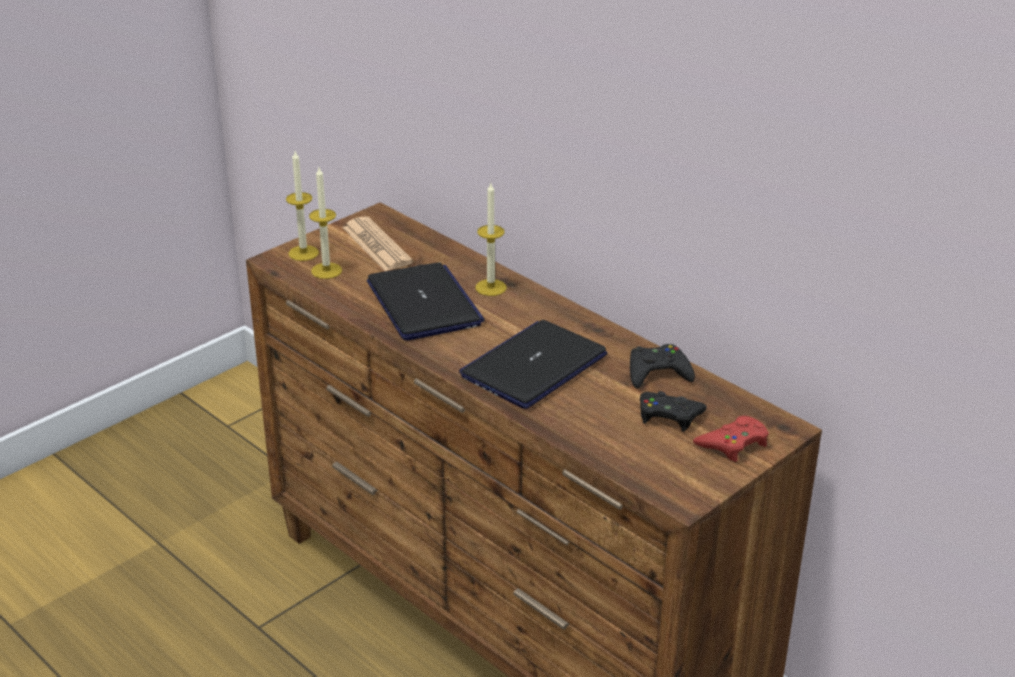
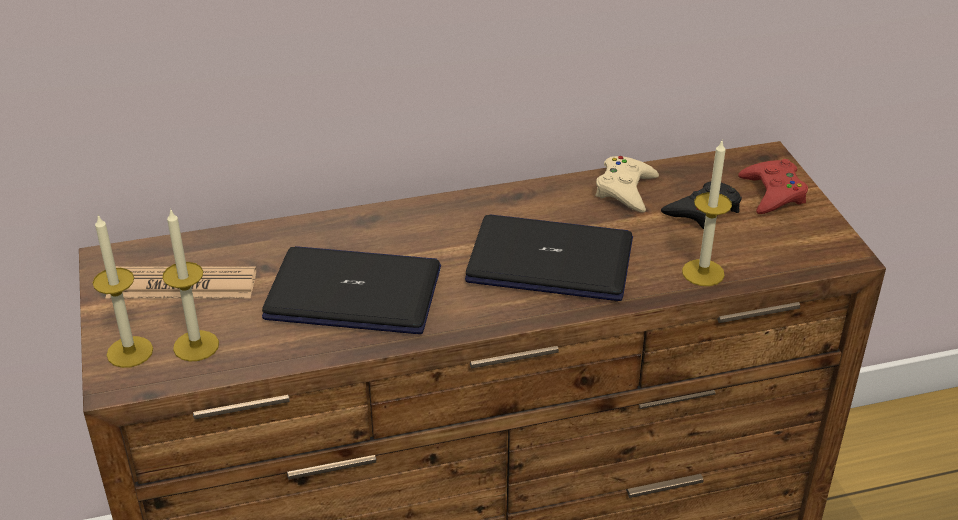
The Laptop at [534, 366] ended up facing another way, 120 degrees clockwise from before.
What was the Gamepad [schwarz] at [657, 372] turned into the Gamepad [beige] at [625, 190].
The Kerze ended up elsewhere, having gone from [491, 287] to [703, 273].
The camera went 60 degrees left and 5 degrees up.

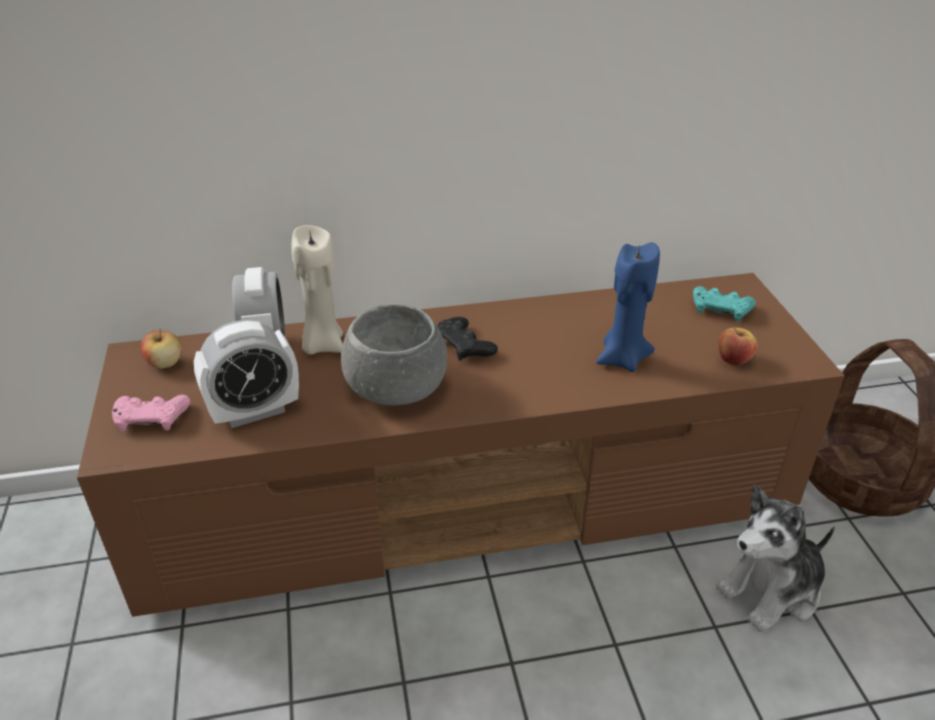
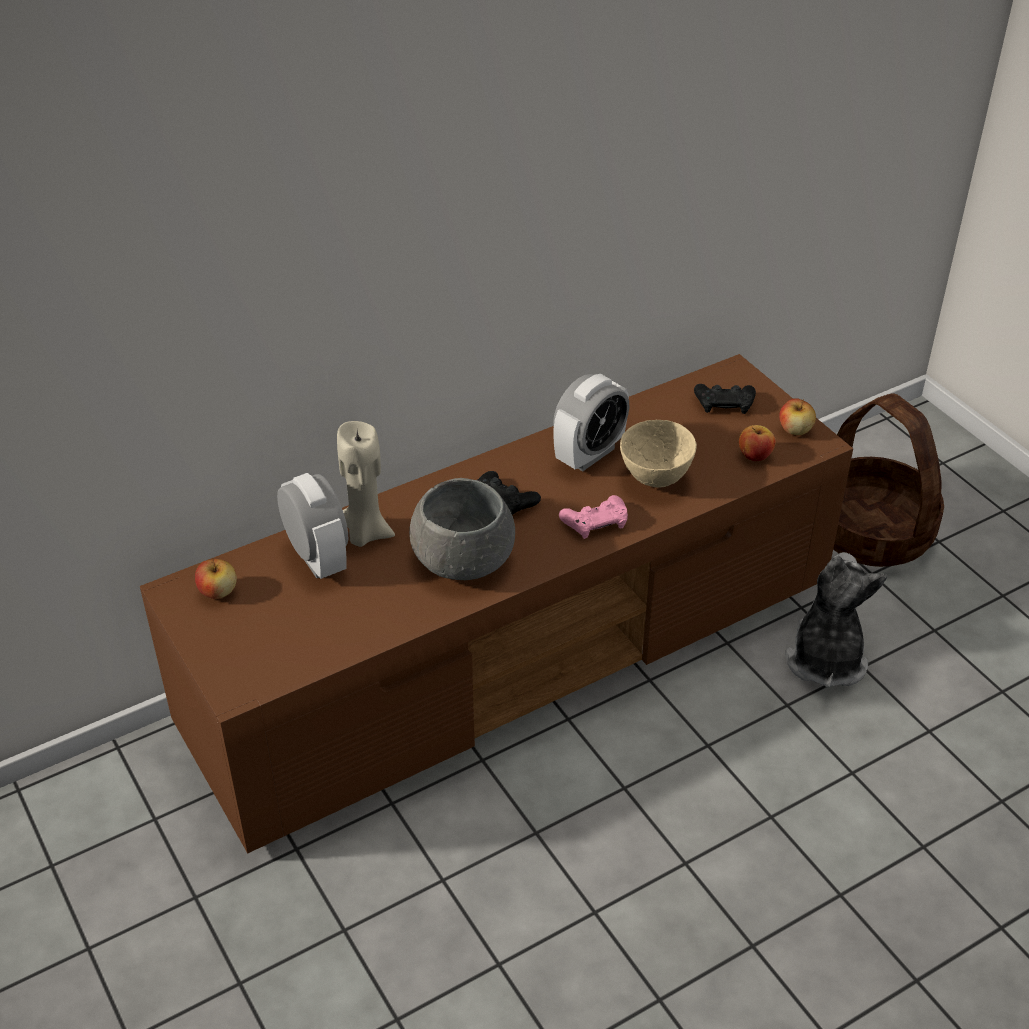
The Wecker ended up elsewhere, having gone from [255, 411] to [589, 454].
The Gamepad [rosa] ended up elsewhere, having gone from [151, 418] to [595, 522].
Where the Kerze [blau] stood at [622, 359], the Schüssel [beige] came to stand at [657, 478].
What was the Gamepad [türkis] at [720, 309] turned into the Gamepad [schwarz] at [724, 403].
The second view gained the Apfel at [795, 430].
The Plüschtier at [772, 590] ended up facing another way, 150 degrees clockwise from before.
The camera went 20 degrees left and 5 degrees up.

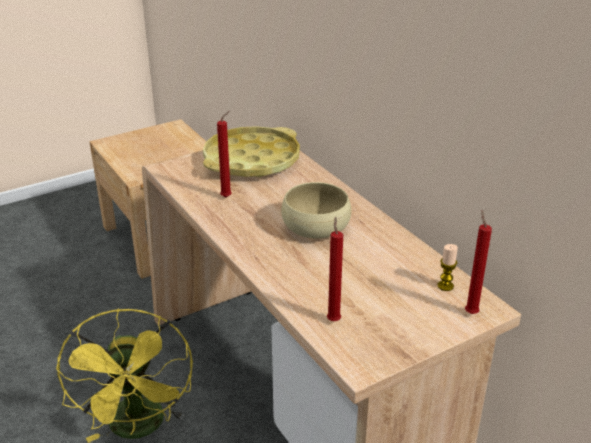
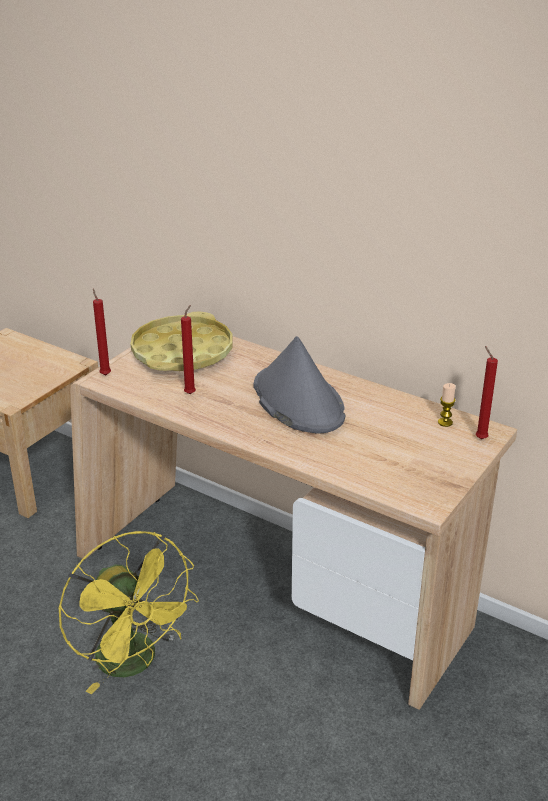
The Kerze [rot] ended up elsewhere, having gone from [333, 319] to [105, 374].
Where the Schüssel [beige] stood at [315, 227], the Hut [grau] came to stand at [297, 401].
The camera went 25 degrees left and 0 degrees up.

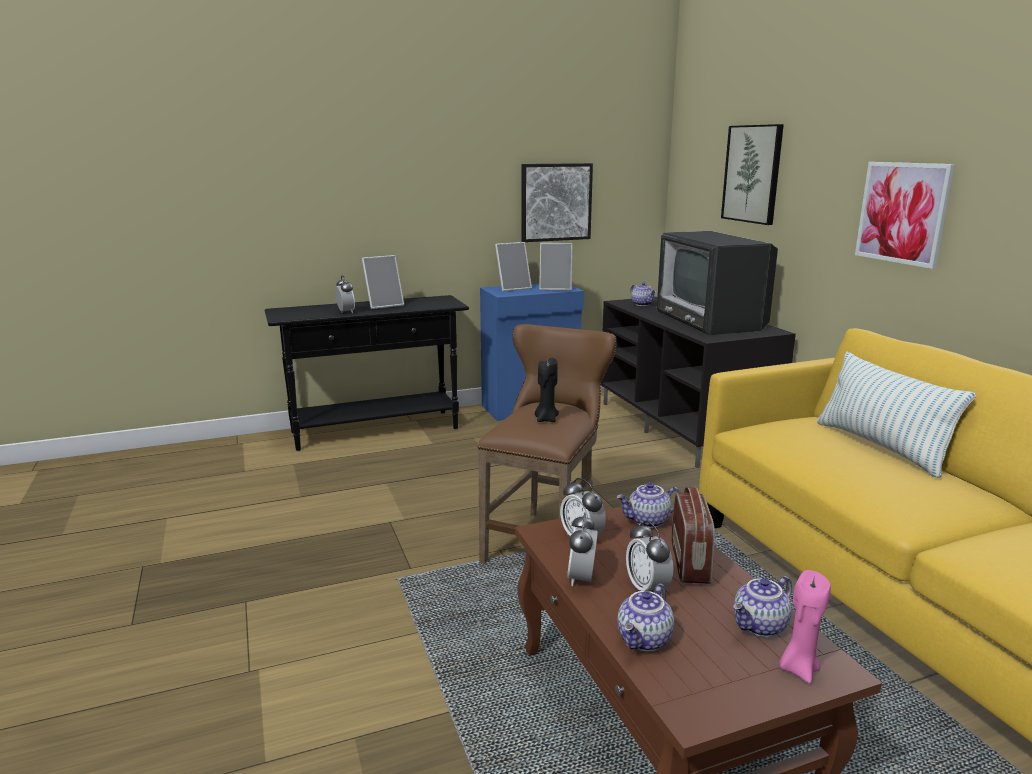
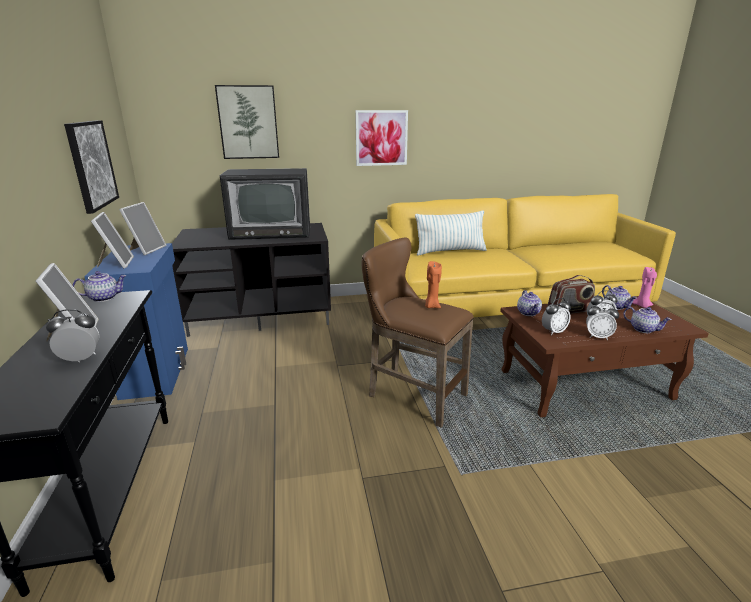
The Teekanne ended up elsewhere, having gone from [643, 304] to [104, 298].
What was the Kerze [schwarz] at [546, 419] turned into the Kerze [orange] at [431, 306].
The Radio at [690, 563] ended up facing another way, 150 degrees clockwise from before.
The camera went 80 degrees left and 5 degrees up.

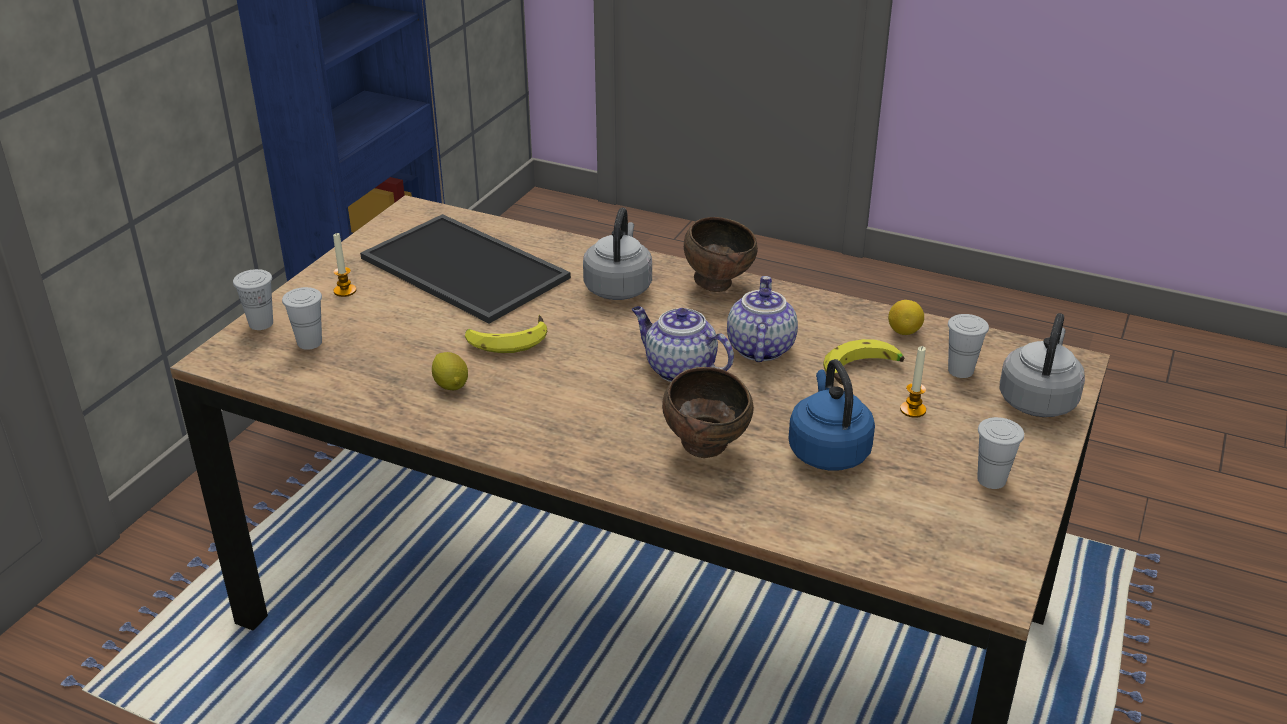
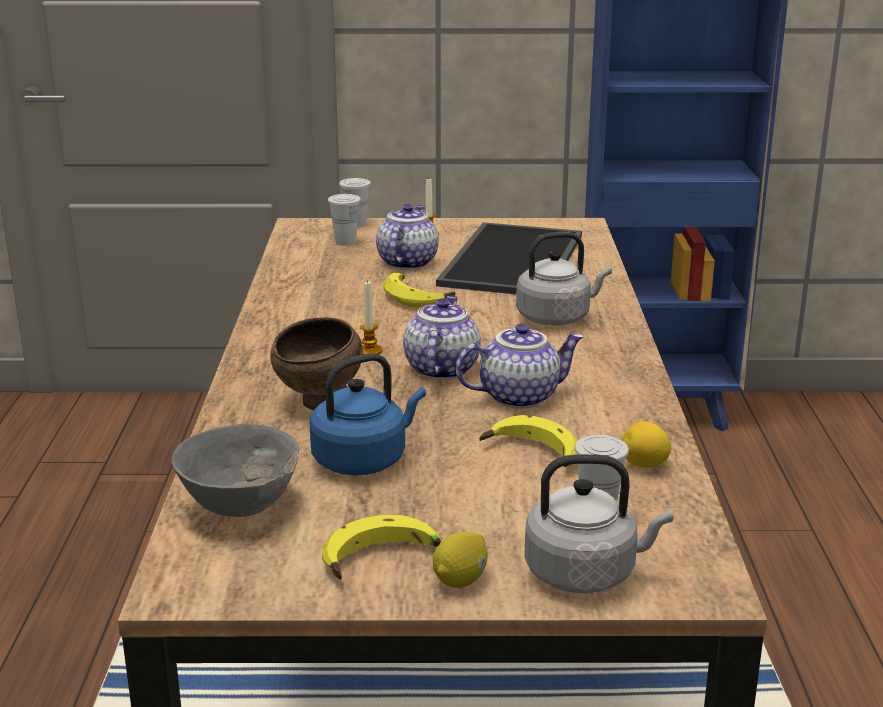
The second view gained the Schüssel [grau] at [241, 508].
Where the Tasse [weiß] stood at [991, 480], the Banane came to stand at [381, 562].
The Kerze ended up elsewhere, having gone from [913, 410] to [369, 351].
The second view gained the Teekanne at [407, 262].
The Zitrone ended up elsewhere, having gone from [451, 385] to [461, 580].
The second view lost the Schüssel [braun] at [718, 285].
The camera went 65 degrees right and 10 degrees down.

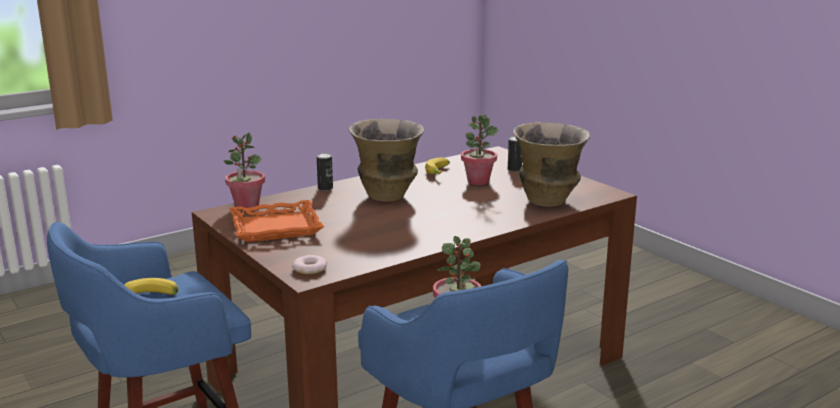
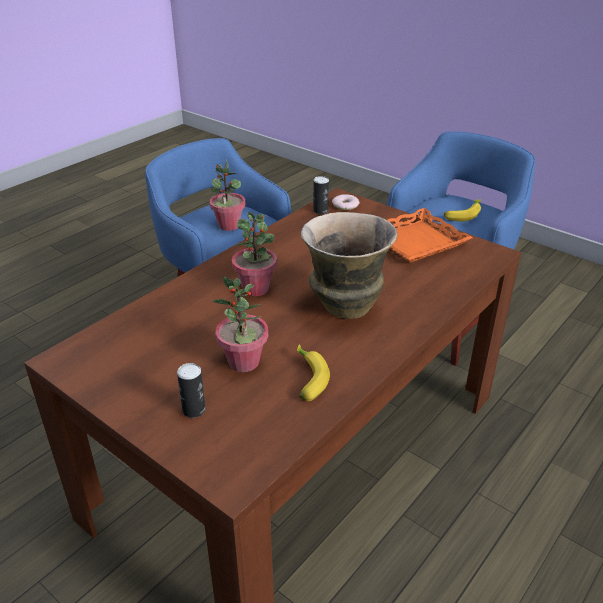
The Topfpflanze ended up elsewhere, having gone from [246, 206] to [256, 288].
The Dose ended up elsewhere, having gone from [325, 188] to [320, 211].
The second view lost the Vase at [548, 201].
The camera went 165 degrees right and 15 degrees up.

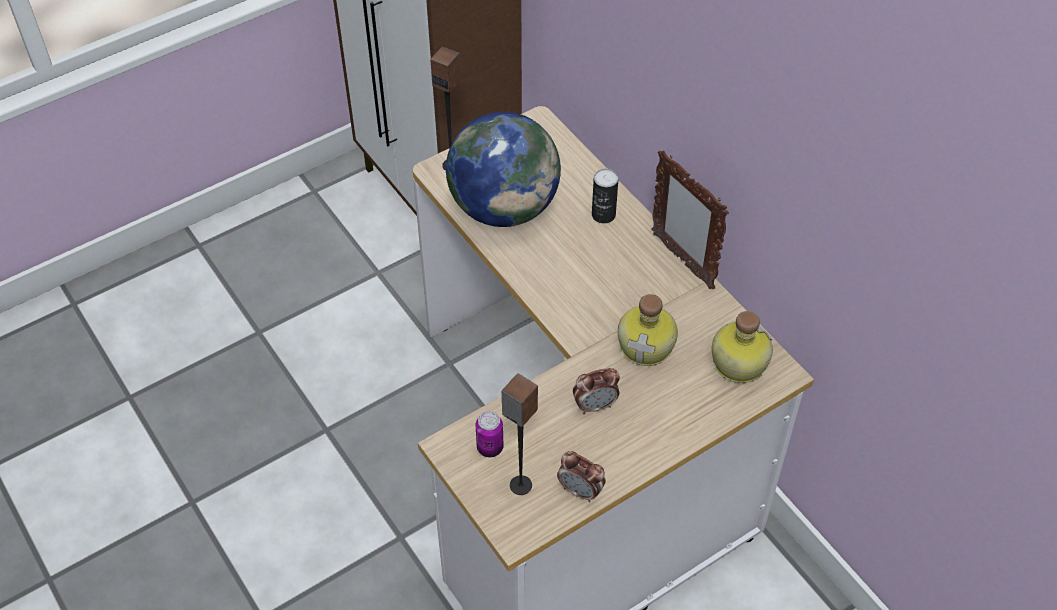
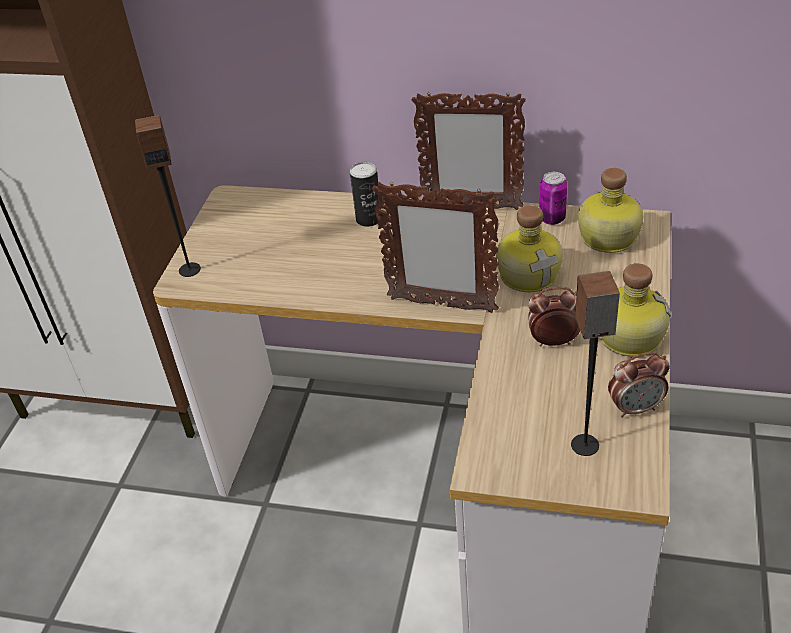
The second view gained the Bilderrahmen at [441, 305].
The Wecker at [595, 405] ended up facing another way, 120 degrees counterclockwise from before.
The Dose ended up elsewhere, having gone from [490, 448] to [552, 219].
The second view gained the Flasche at [628, 335].
The second view lost the Globus at [504, 207].
The camera went 40 degrees left and 10 degrees down.

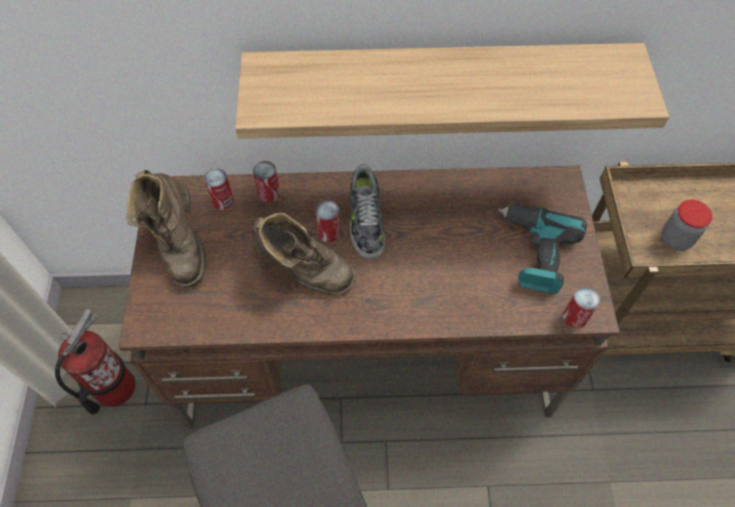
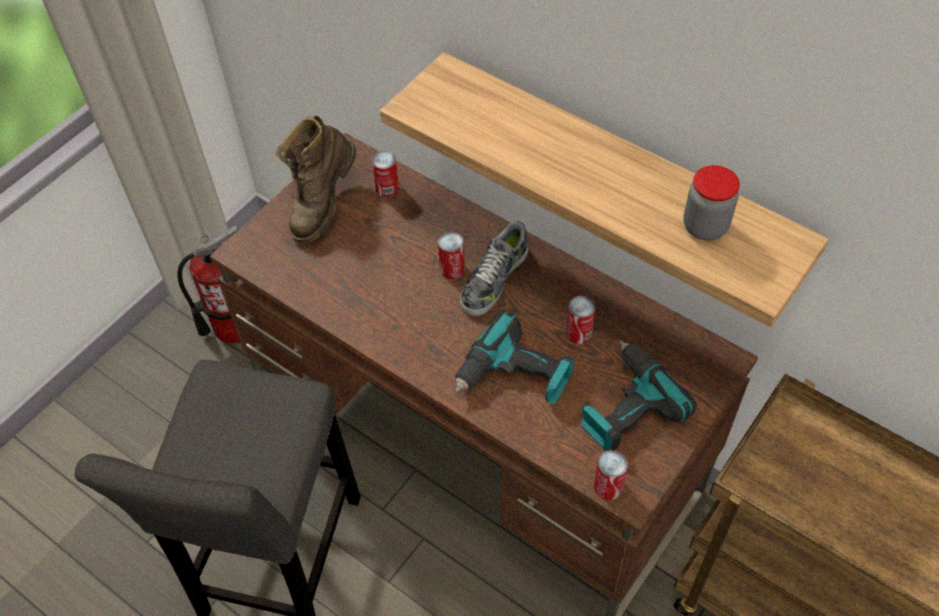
The second view gained the Bohrmaschine at [514, 376].
The Dose ended up elsewhere, having gone from [269, 193] to [578, 333].
The Vorratsglas ended up elsewhere, having gone from [675, 239] to [705, 226].
The second view lost the Stiefel [braun] at [303, 271].
The camera went 40 degrees right and 5 degrees down.

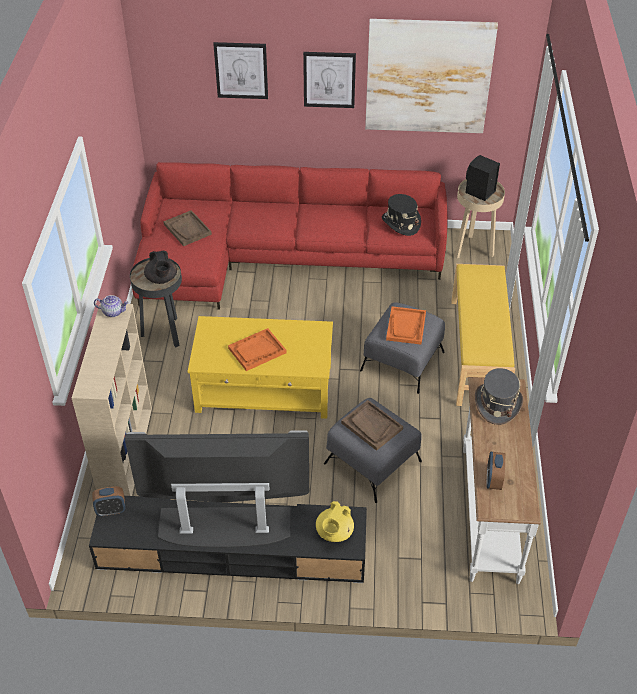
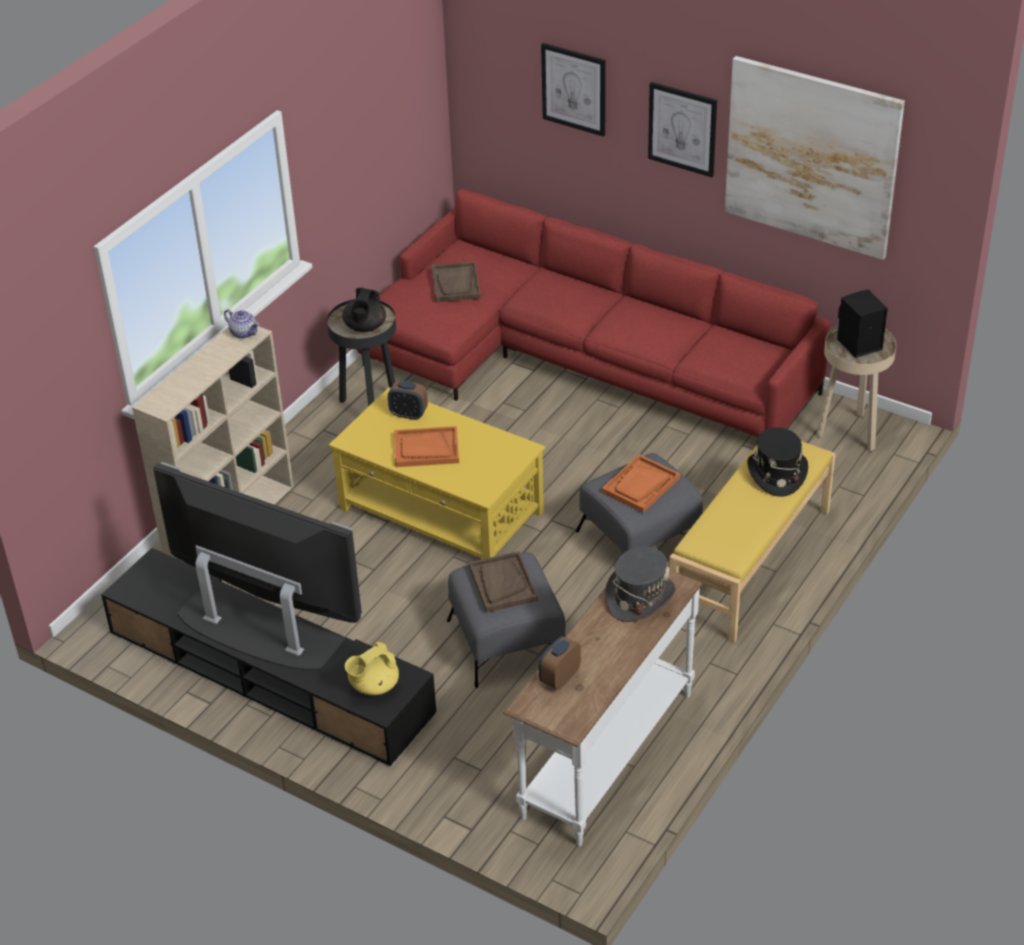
The Wecker ended up elsewhere, having gone from [111, 510] to [408, 414].
The Hut [schwarz] ended up elsewhere, having gone from [400, 223] to [776, 474].
The camera went 30 degrees right and 5 degrees down.

